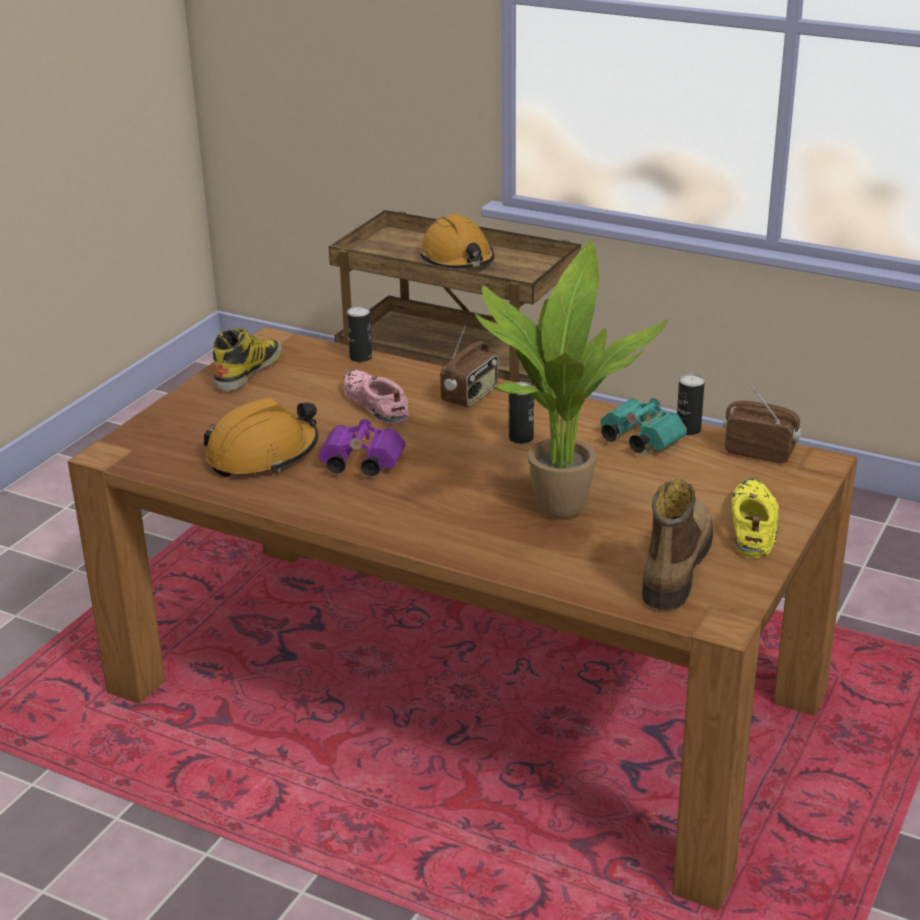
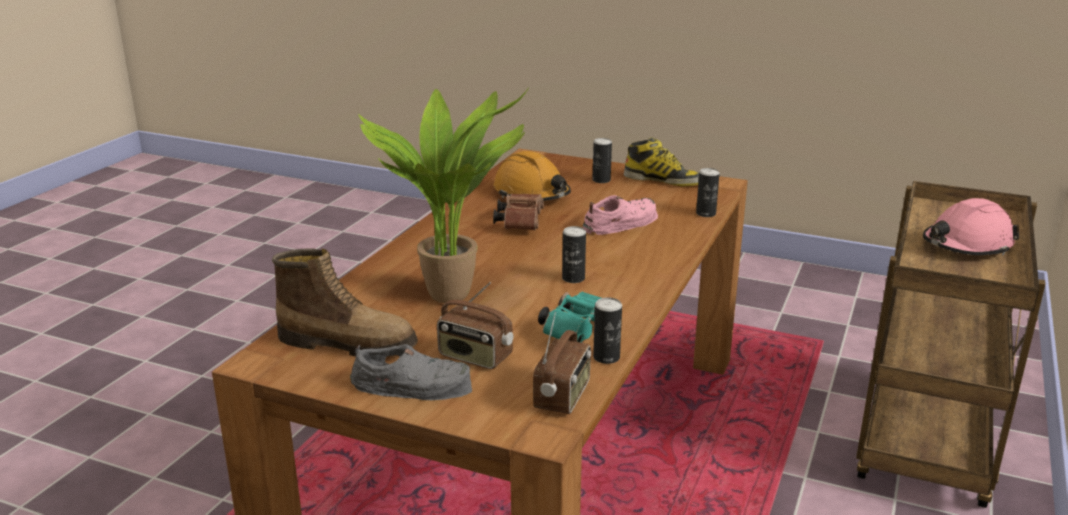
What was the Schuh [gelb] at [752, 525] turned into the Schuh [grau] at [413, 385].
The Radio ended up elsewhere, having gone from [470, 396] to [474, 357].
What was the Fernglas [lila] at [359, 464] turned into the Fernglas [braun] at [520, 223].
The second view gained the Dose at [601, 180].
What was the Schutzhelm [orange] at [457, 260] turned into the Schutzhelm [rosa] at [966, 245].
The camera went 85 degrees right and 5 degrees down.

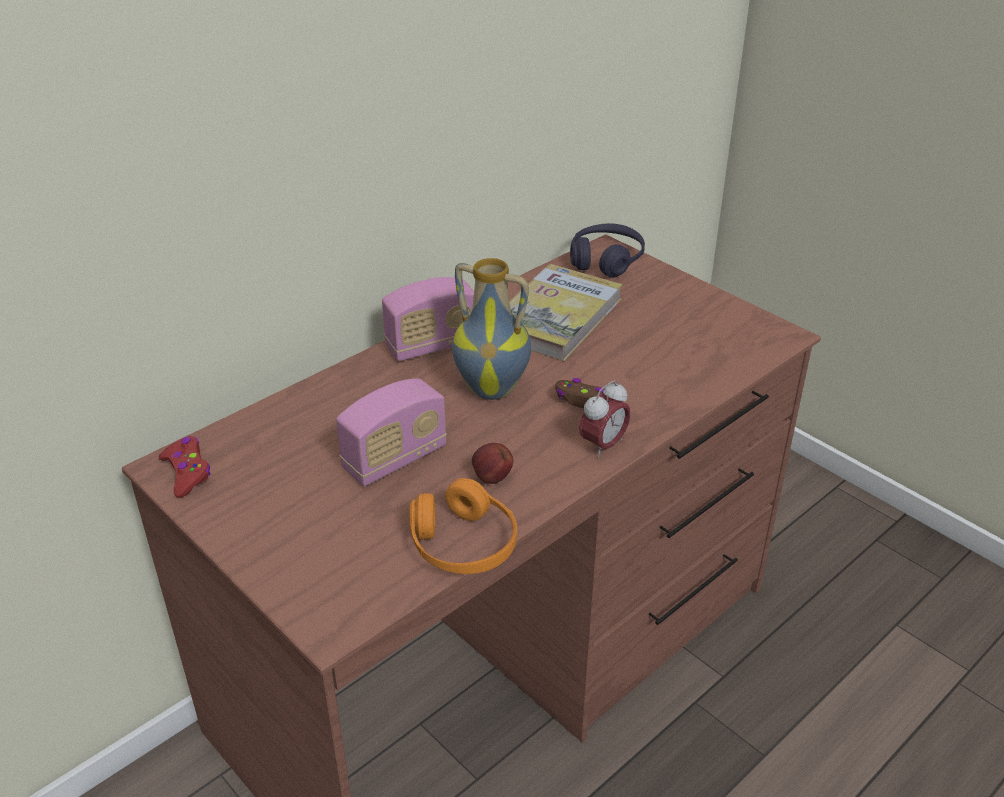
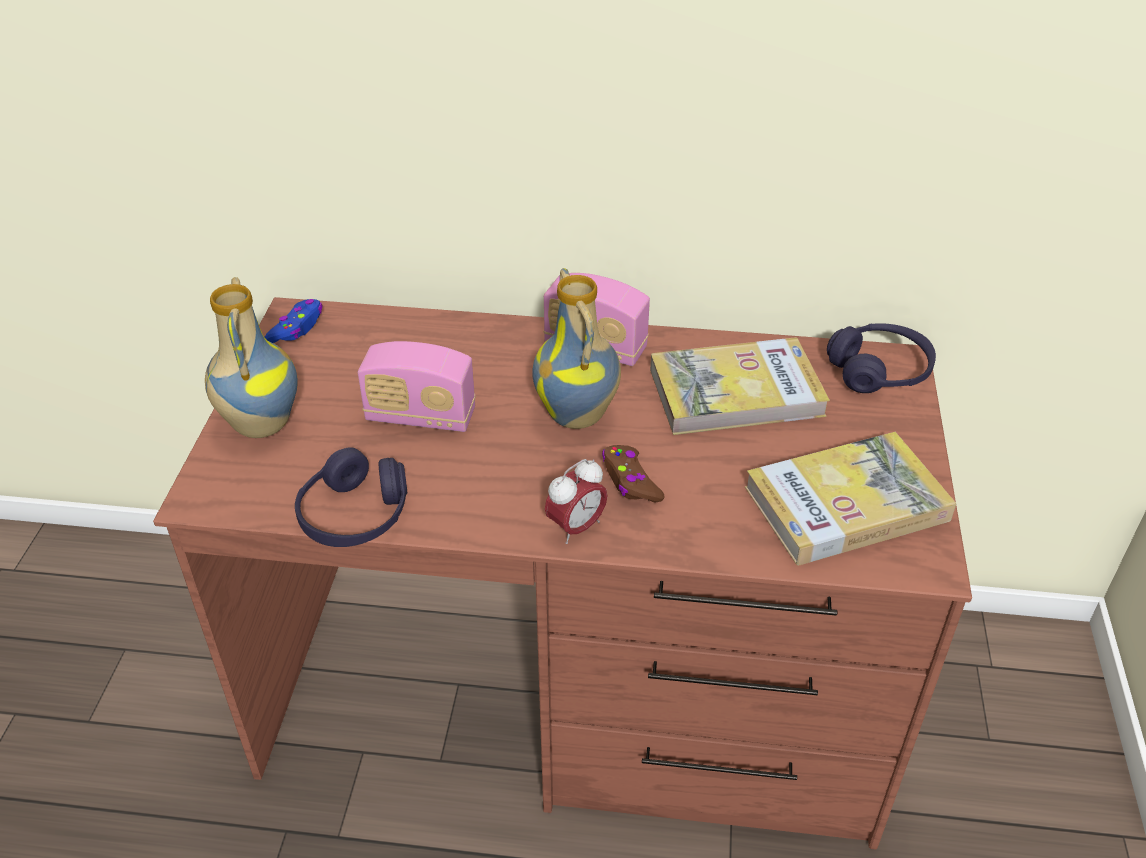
The second view gained the Vase at [259, 424].
What was the Gamepad [rot] at [187, 472] turned into the Gamepad [blau] at [297, 328].
What was the Kopfhörer [orange] at [463, 544] turned into the Kopfhörer [lila] at [355, 515].
The Wecker at [603, 445] ended up facing another way, 45 degrees counterclockwise from before.
The second view gained the Buch at [846, 504].
The second view lost the Apfel at [491, 478].
The camera went 50 degrees right and 5 degrees up.

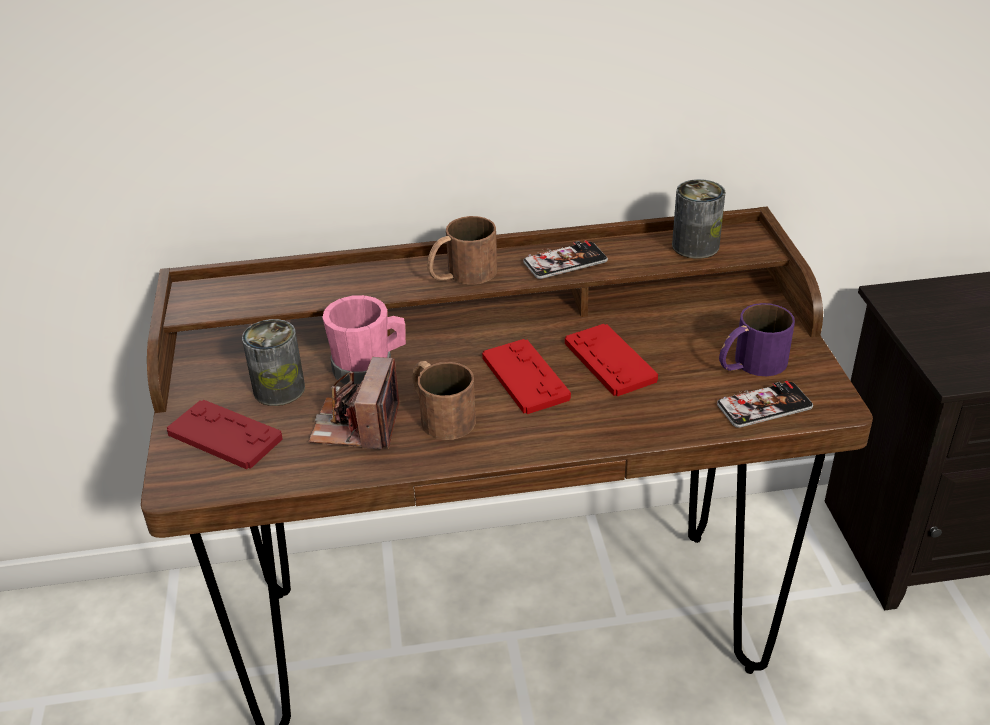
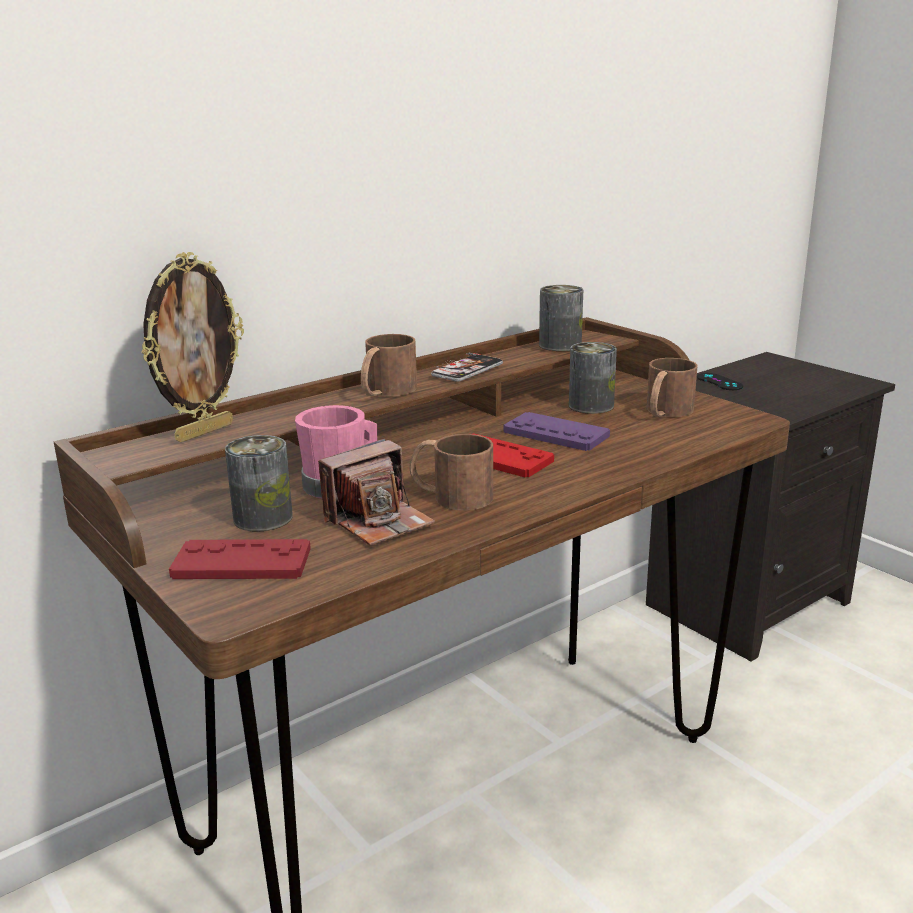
The second view gained the Bilderrahmen at [203, 432].
The Kamera at [357, 425] ended up facing another way, 105 degrees counterclockwise from before.
What was the Gamepad [rot] at [610, 361] turned into the Gamepad [lila] at [556, 434].
The second view gained the Dose at [591, 406].
What was the Henkelbecher [lila] at [750, 364] turned into the Henkelbecher [braun] at [665, 412].
The second view gained the Gamepad [schwarz] at [719, 382].
The second view lost the Handy at [764, 406].
The camera went 30 degrees left and 15 degrees down.

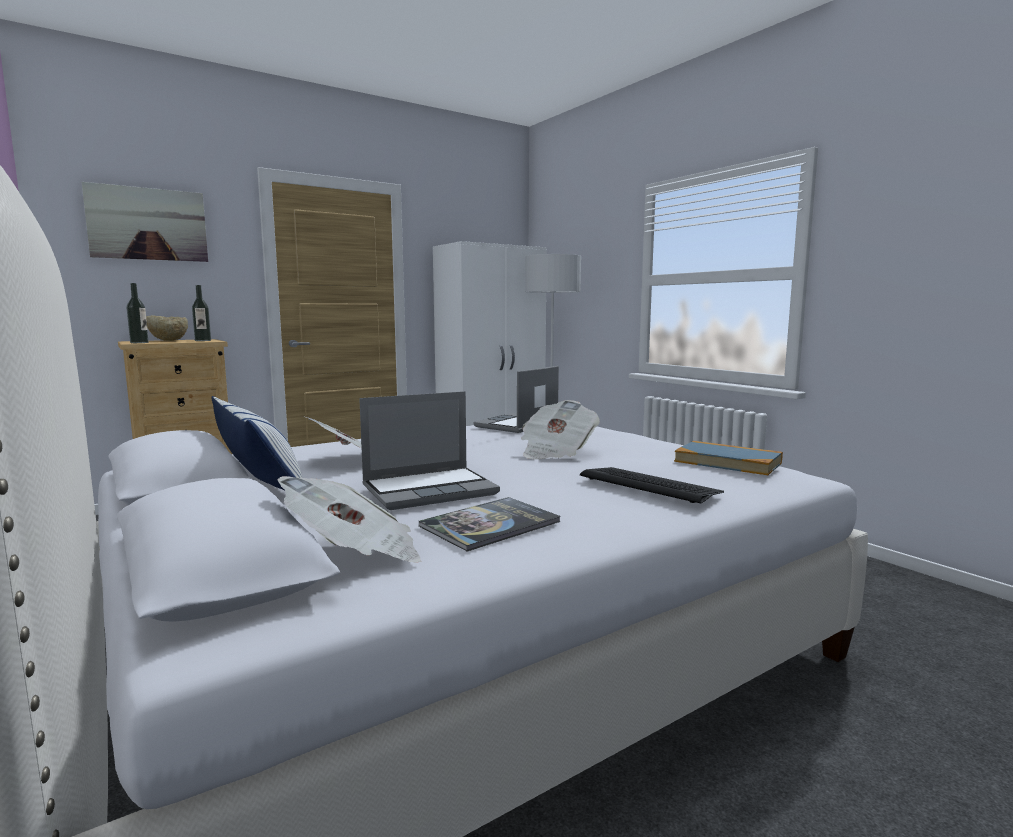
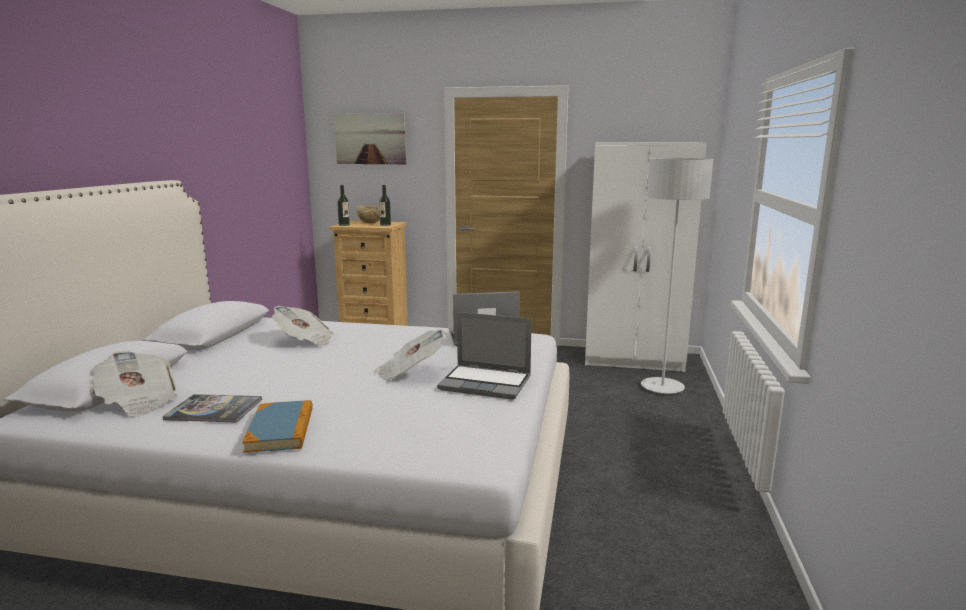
The Buch ended up elsewhere, having gone from [727, 462] to [280, 429].
The Laptop ended up elsewhere, having gone from [430, 490] to [487, 383].
The second view lost the Kissen at [260, 480].
The second view lost the Tastatur at [649, 485].
The camera went 45 degrees right and 5 degrees up.

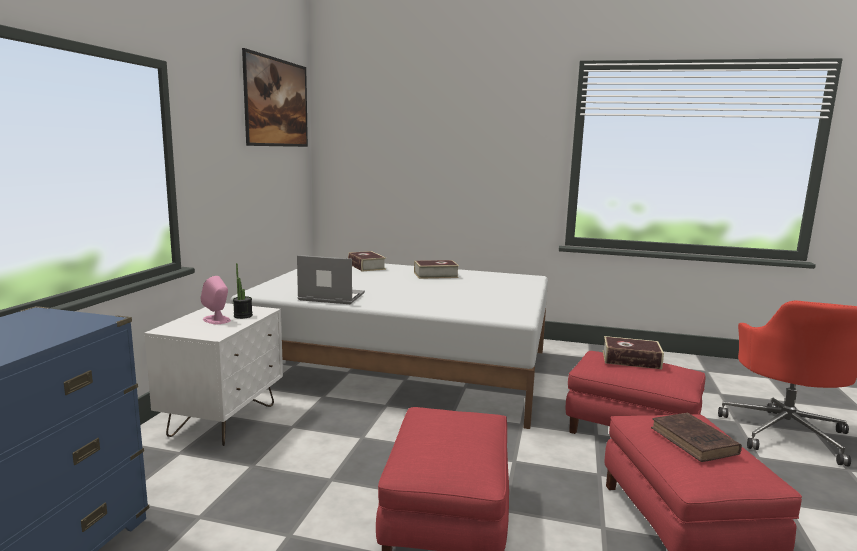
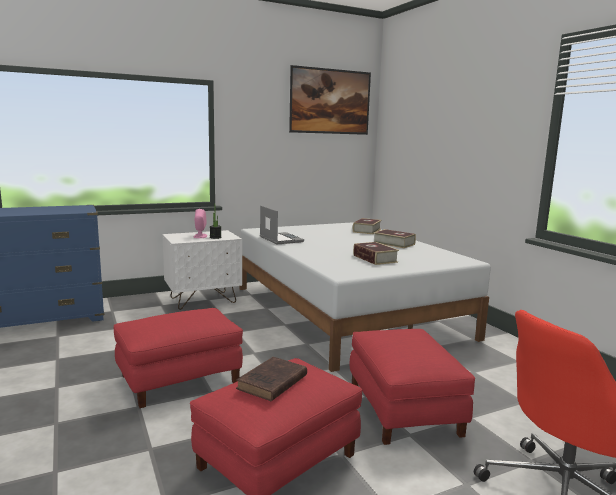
The Buch ended up elsewhere, having gone from [631, 360] to [375, 259].
The camera went 50 degrees right and 0 degrees up.

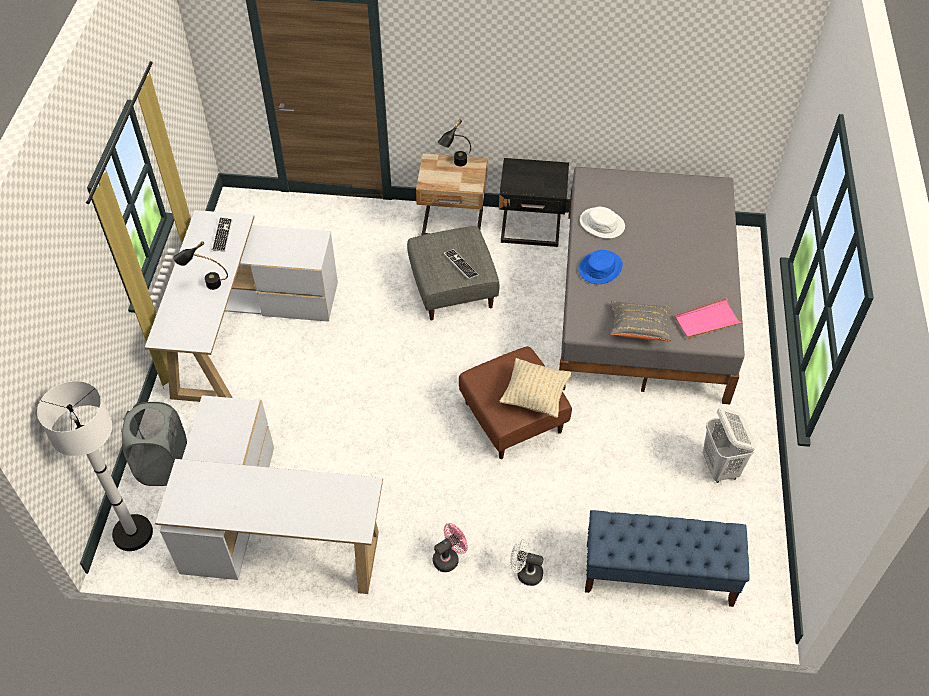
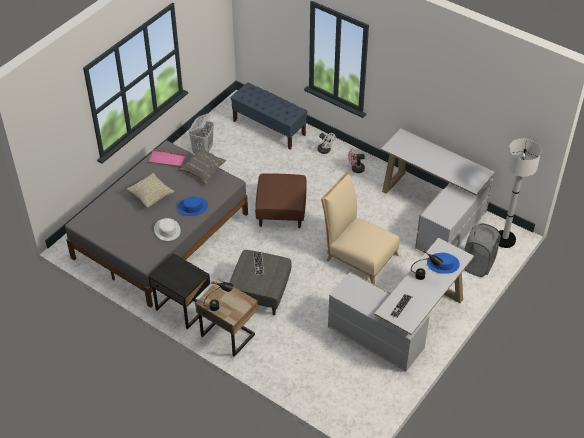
The Kissen [beige] ended up elsewhere, having gone from [535, 397] to [151, 197].
The second view gained the Stuhl [beige] at [358, 255].
The second view gained the Hut [blau] at [443, 263].
The camera went 150 degrees left and 5 degrees down.

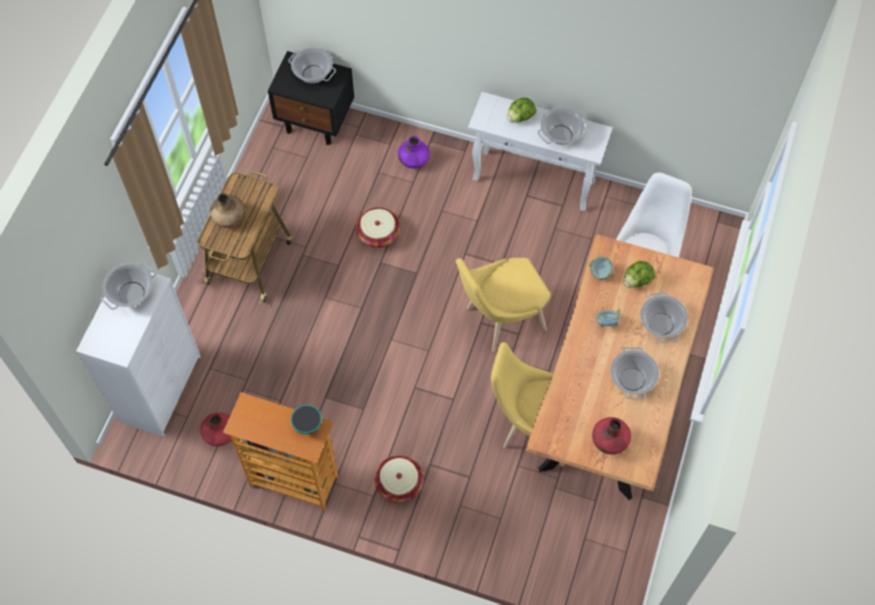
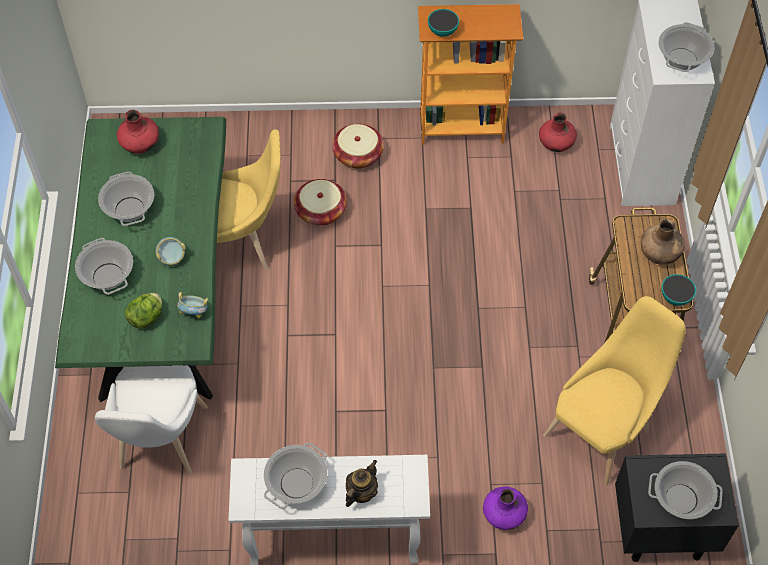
What was the Esstisch [braun] at [610, 397] turned into the Esstisch [grün] at [163, 299].
The Korb ended up elsewhere, having gone from [378, 234] to [321, 211].
Where the Salatkopf stood at [520, 117], the Teekanne came to stand at [361, 492].
The Stuhl [gelb] ended up elsewhere, having gone from [500, 320] to [602, 430].
The second view gained the Schüssel at [675, 297].
The camera went 160 degrees right and 5 degrees down.

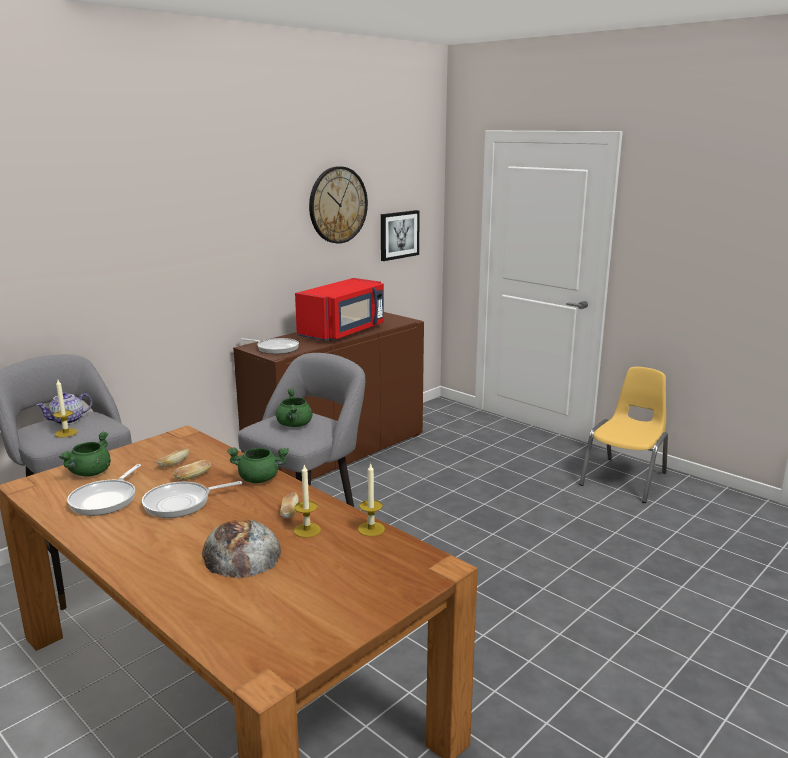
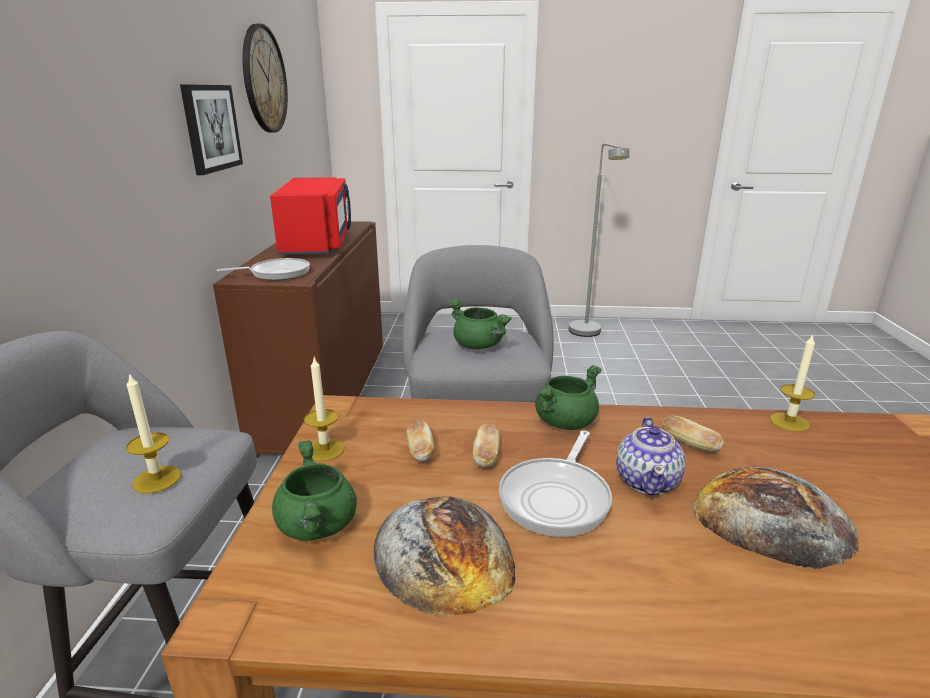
The Bild ended up elsewhere, having gone from [398, 235] to [210, 128].
The Kerze ended up elsewhere, having gone from [307, 530] to [325, 450].
Where the Pfanne stood at [106, 499], the Brot came to stand at [443, 553].
Where the Stuhl [gelb] stood at [625, 479], the Stehlampe [grau] came to stand at [588, 334].
The Teekanne ended up elsewhere, having gone from [68, 421] to [647, 481].
The camera went 40 degrees left and 5 degrees up.

